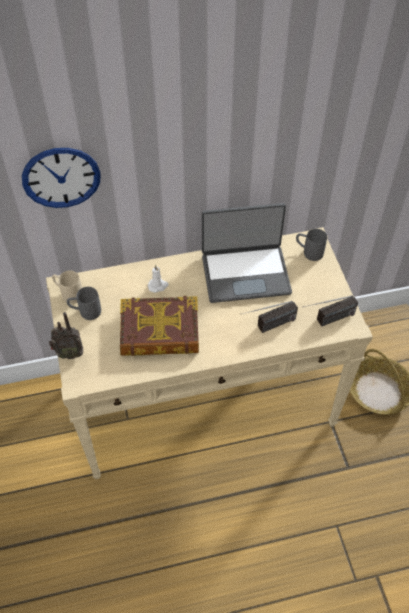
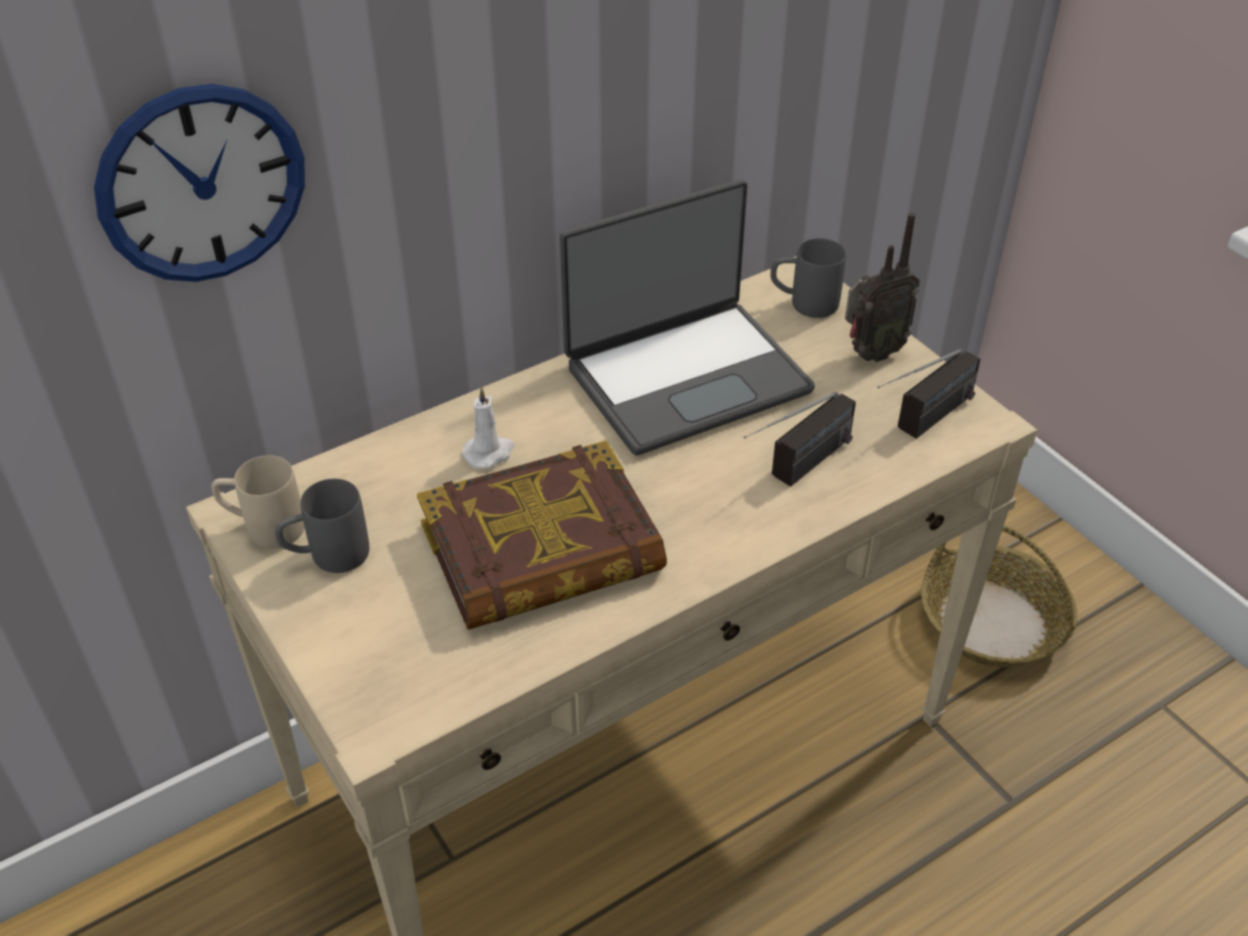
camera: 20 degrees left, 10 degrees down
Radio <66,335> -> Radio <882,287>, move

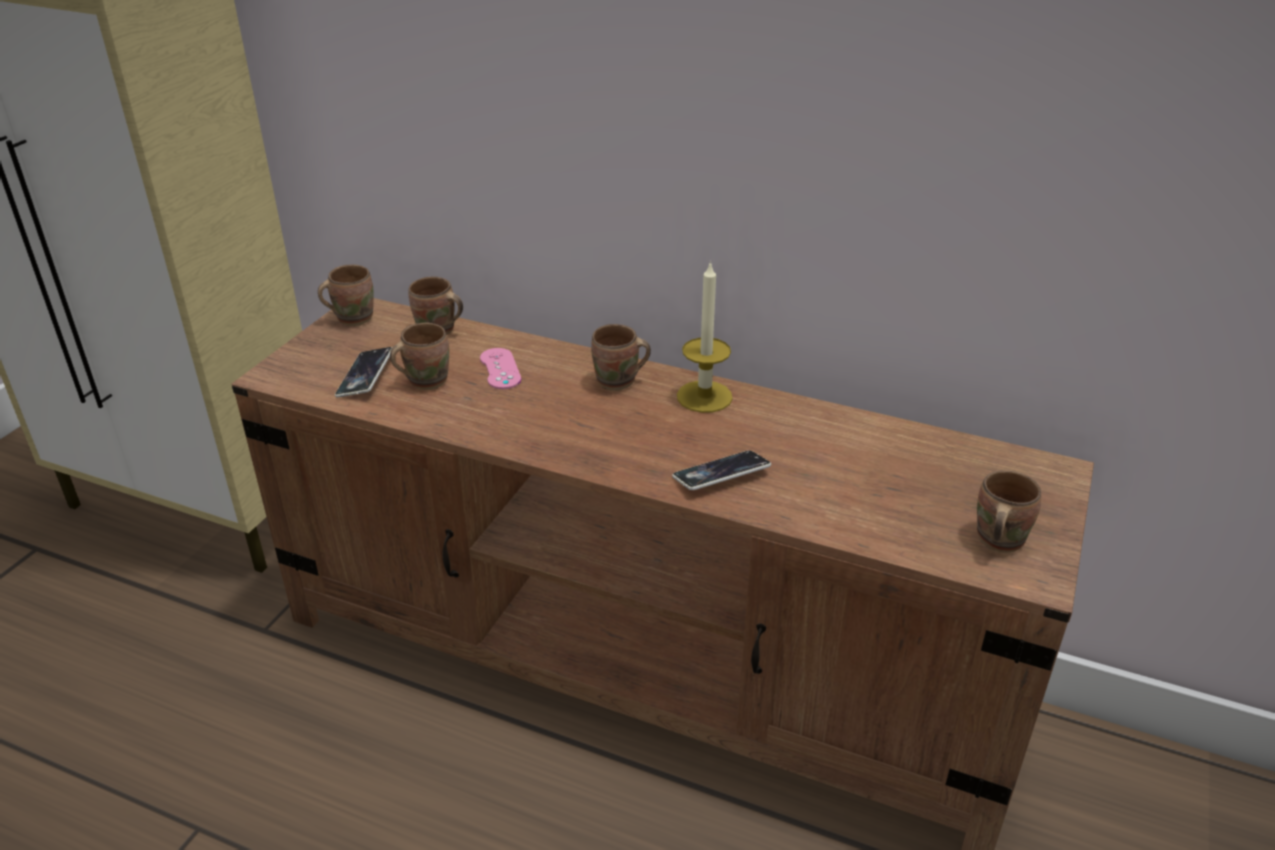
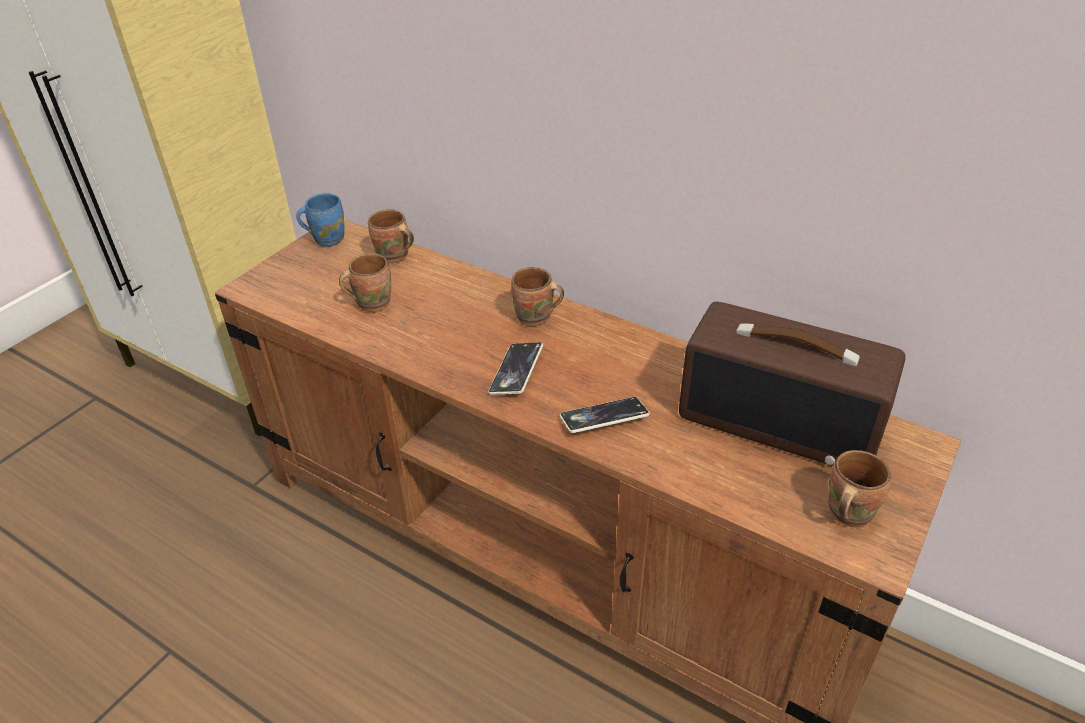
camera: 10 degrees right, 5 degrees up
PinkGameController <500,368> -> none
Candle <705,337> -> none
none -> Radio <792,383>
Phone <364,372> -> Phone <515,368>, move
BrownMug <345,295> -> BlueMug <320,220>

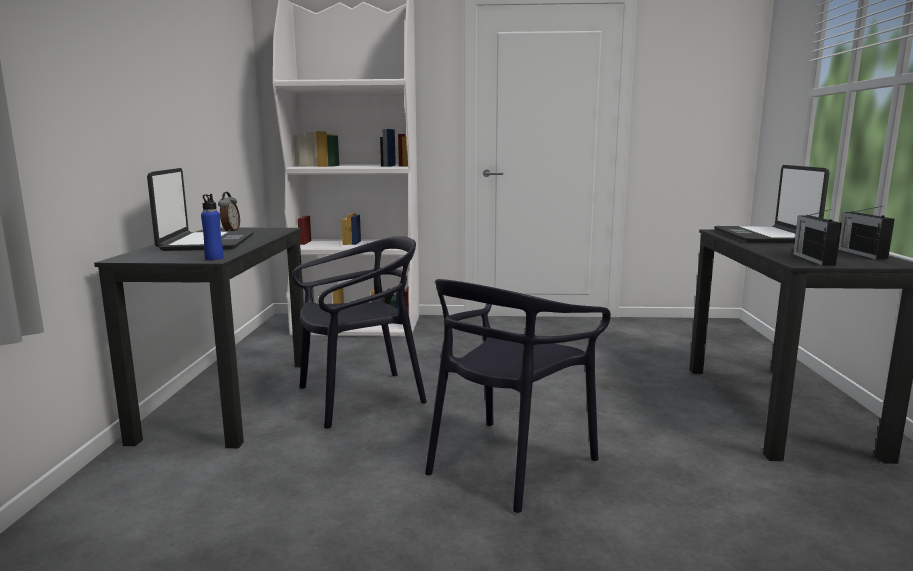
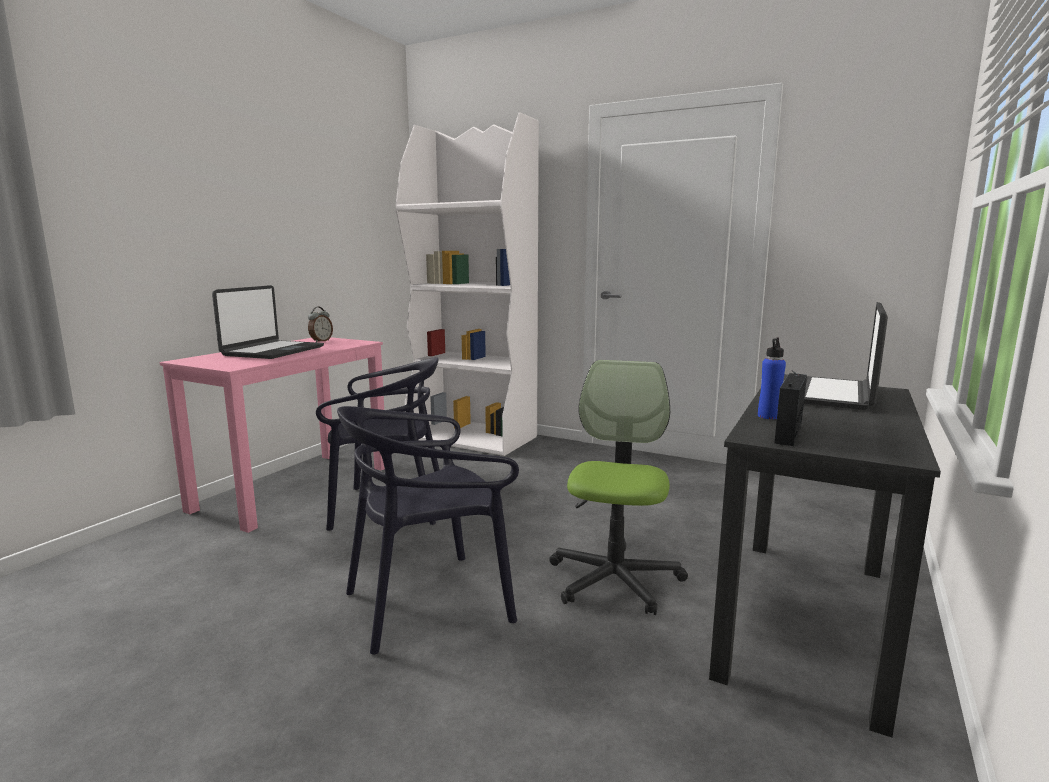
camera: 25 degrees right, 0 degrees up
Radio <866,233> -> none
none -> OfficeChair <618,487>
BlueBottle <212,227> -> BlueBottle <772,378>, move
BlackDesk <199,337> -> PinkDesk <272,435>

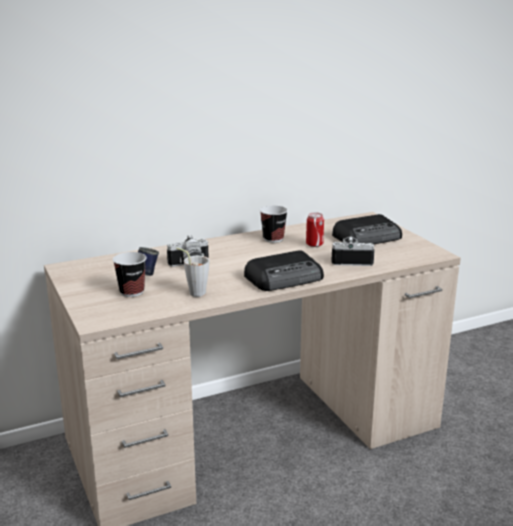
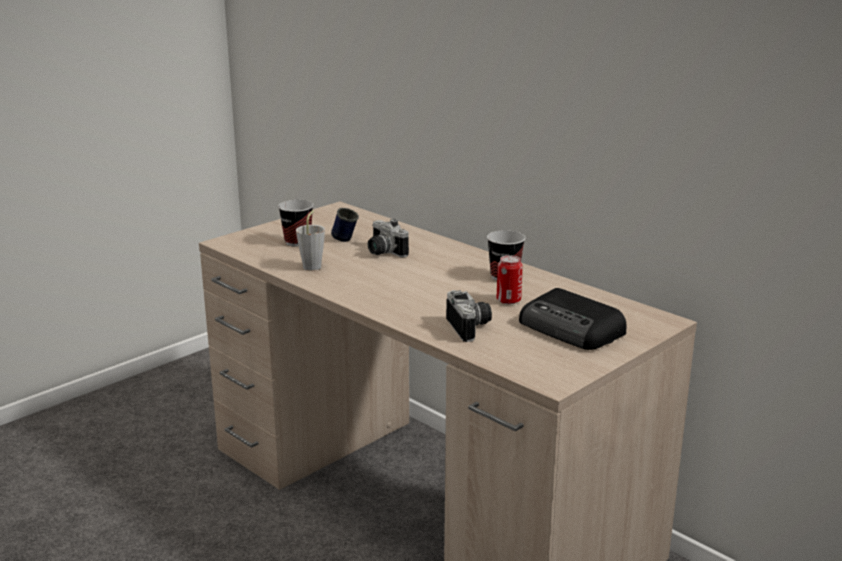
camera: 70 degrees right, 0 degrees up
Radio <284,270> -> none

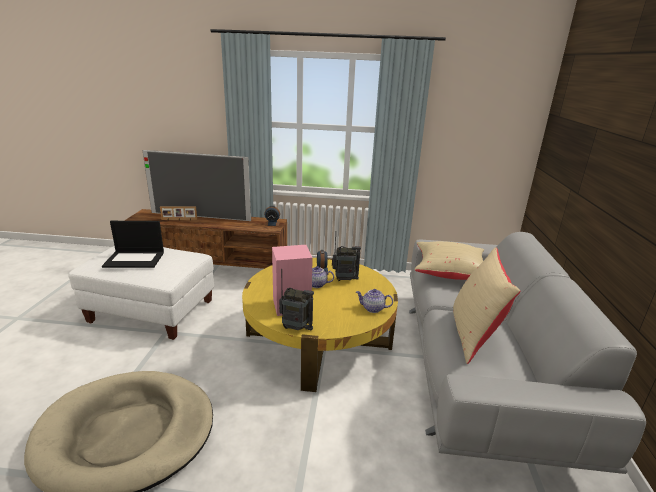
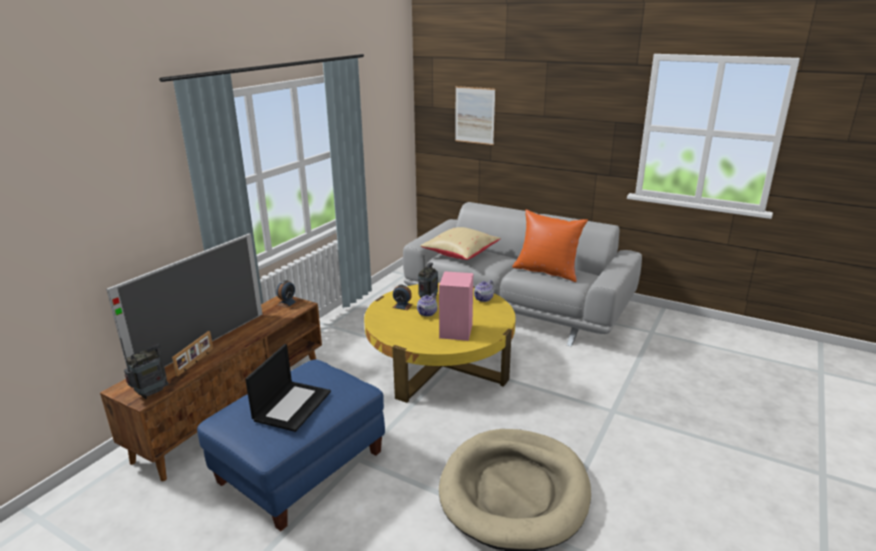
camera: 65 degrees left, 0 degrees up
none -> Picture <475,115>
Radio <296,299> -> Radio <144,368>, move
WhiteOttoman <141,293> -> BlueOttoman <291,445>
BeigePillow <486,305> -> OrangePillow <550,246>

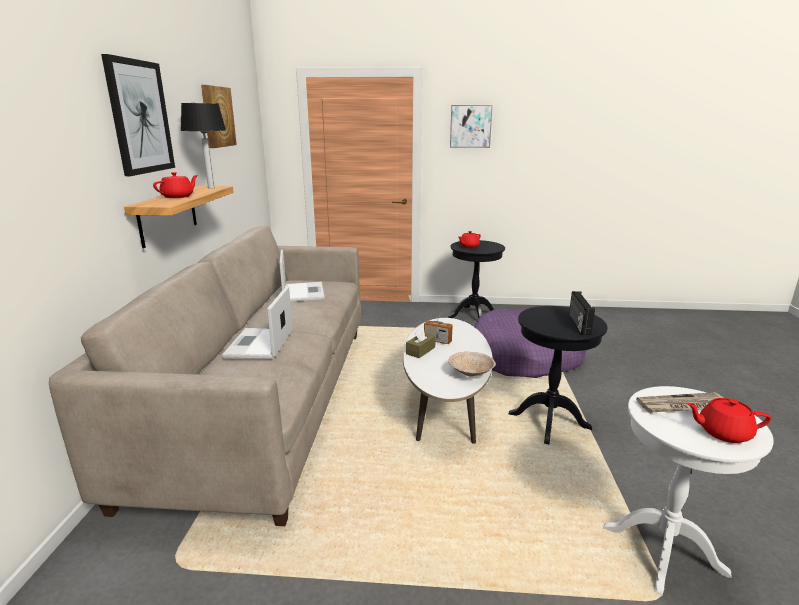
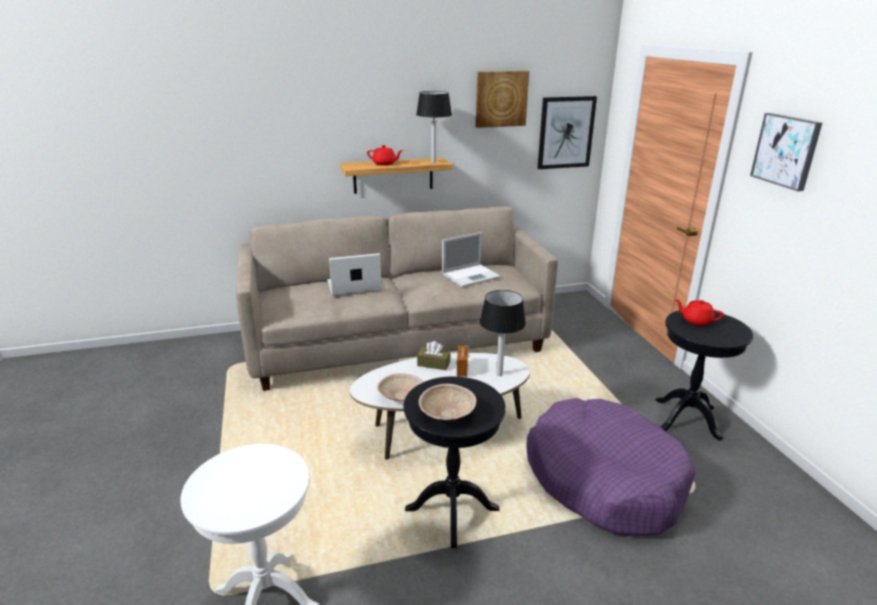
camera: 70 degrees right, 5 degrees up
Newspaper <680,402> -> none
RedTeapot <728,420> -> none
none -> TableLamp <502,333>
Picture <138,115> -> Picture <567,132>, move
Radio <582,313> -> BeigeBowl <448,402>

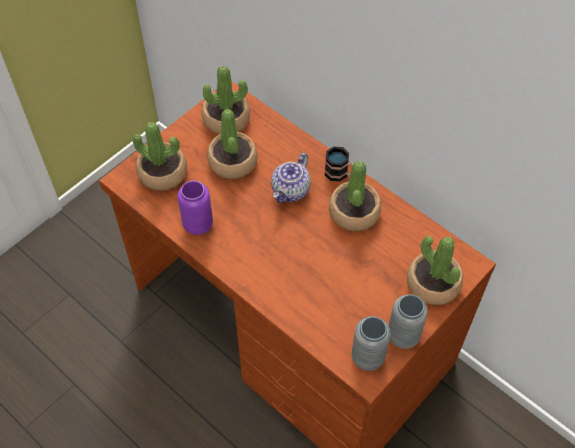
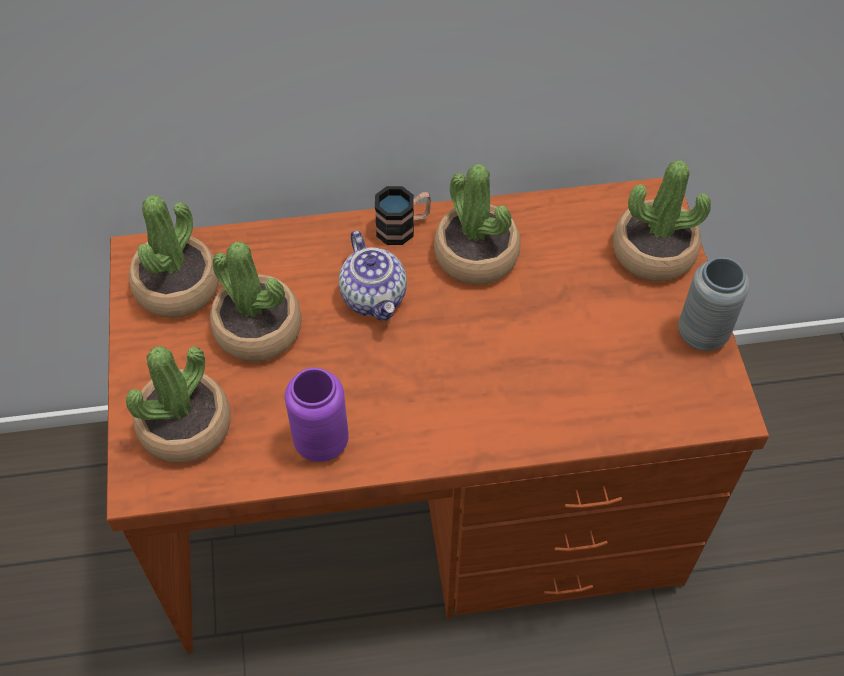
camera: 50 degrees left, 0 degrees up
GreyVase <371,343> -> none

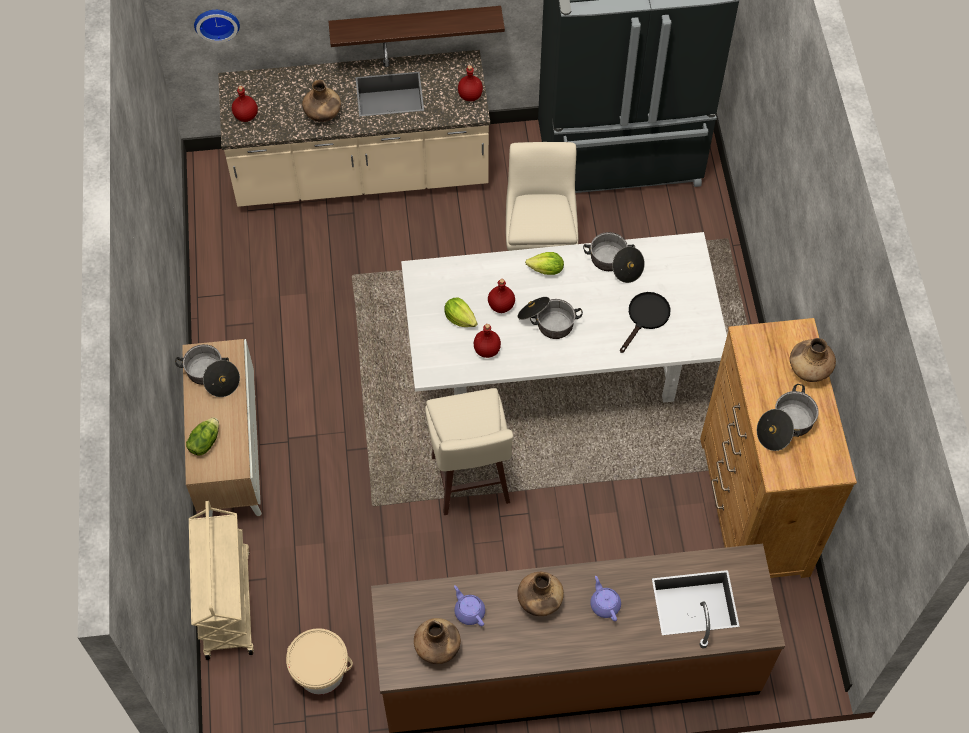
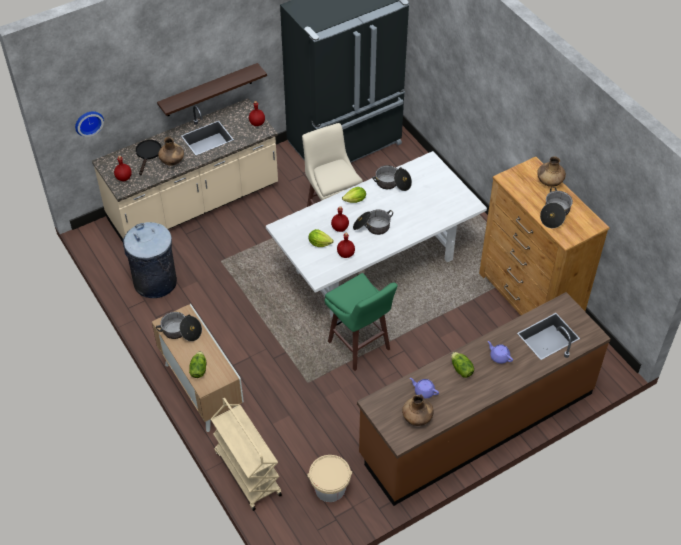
camera: 25 degrees left, 10 degrees down
none -> GreyTrashCan <150,260>
BlackFryingPan <645,322> -> BlackFryingPan <148,157>, move
BrownVase <540,594> -> Lettuce <462,365>
BeigeStool <469,451> -> GreenStool <360,322>

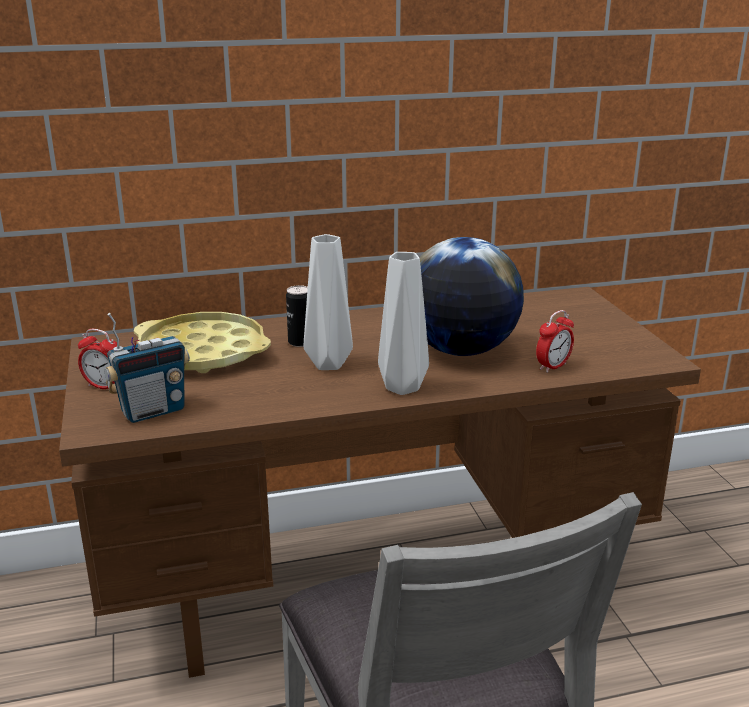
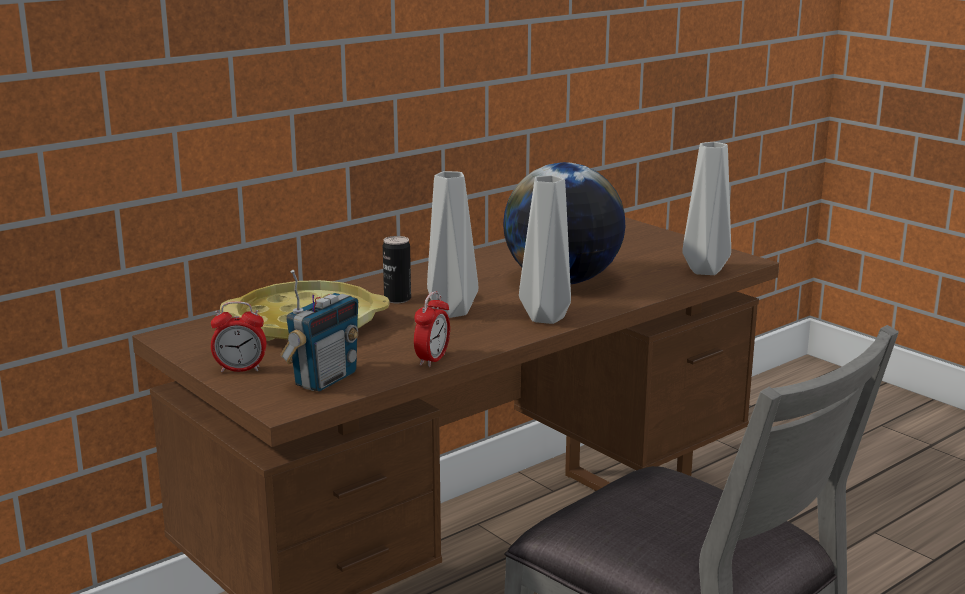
camera: 25 degrees left, 5 degrees down
none -> GreyVase <706,208>
AlarmClock <555,341> -> AlarmClock <432,329>, move

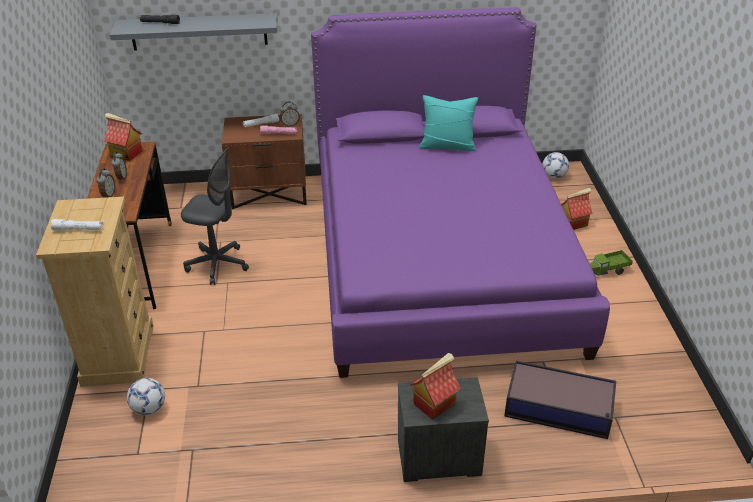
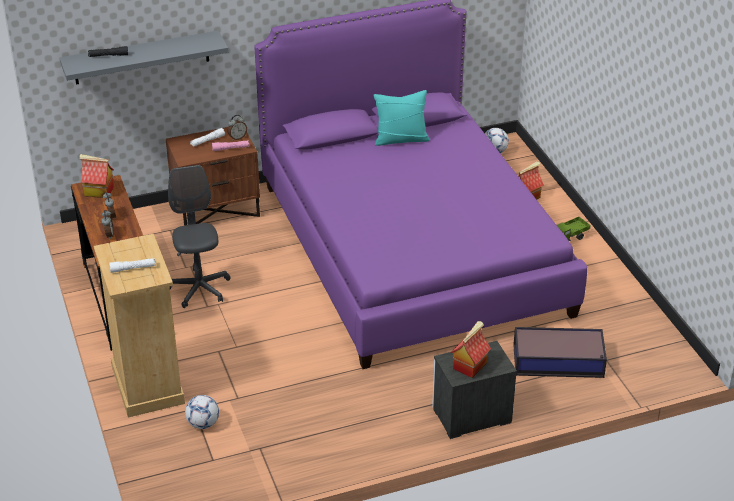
camera: 15 degrees left, 0 degrees up
GreyOfficeChair <215,216> -> GreyOfficeChair <199,236>, 105 degrees counterclockwise

